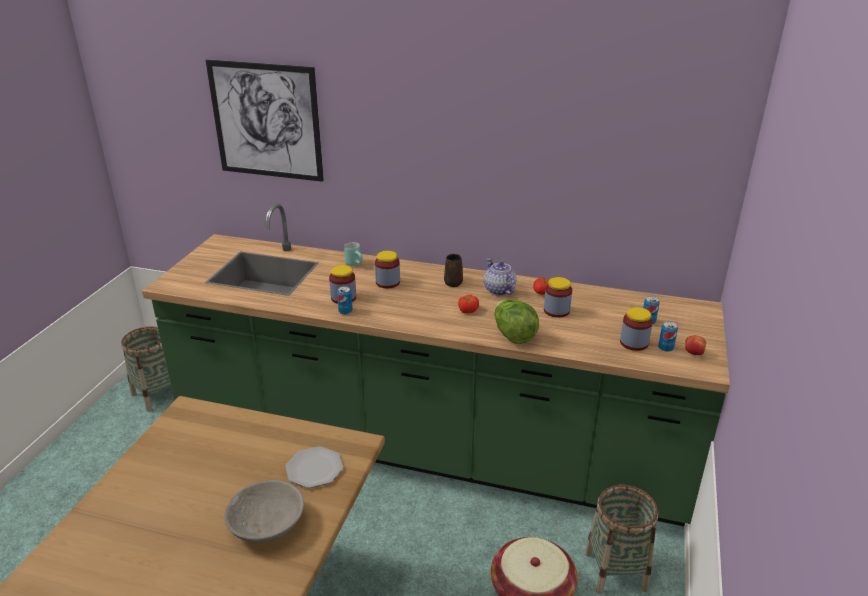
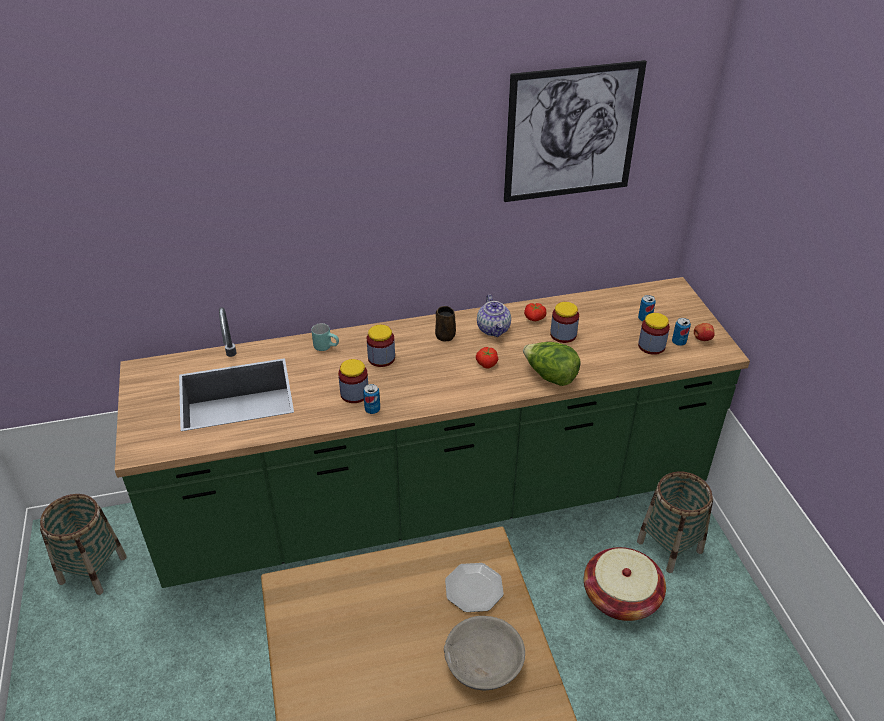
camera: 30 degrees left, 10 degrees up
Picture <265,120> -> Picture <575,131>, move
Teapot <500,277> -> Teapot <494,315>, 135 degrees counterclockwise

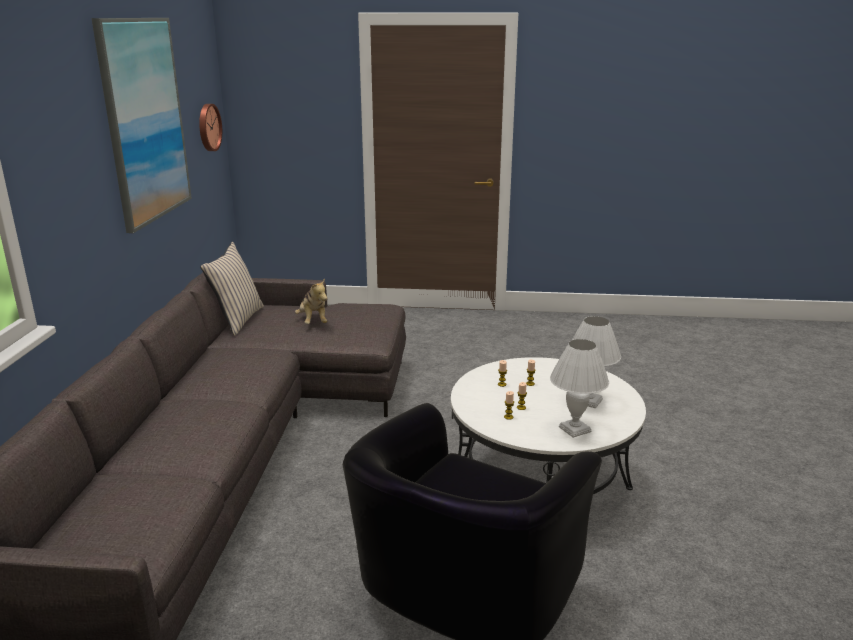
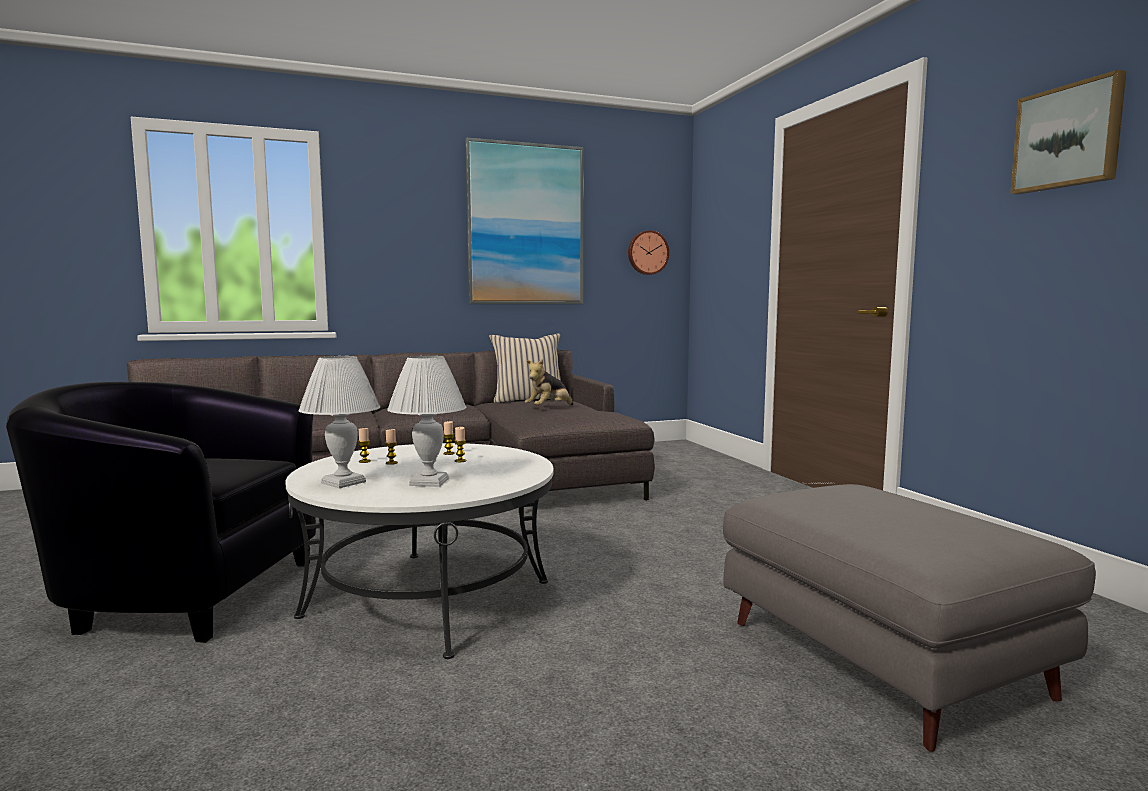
camera: 65 degrees right, 15 degrees down
none -> GreyOttoman <909,618>
none -> Picture <1068,132>

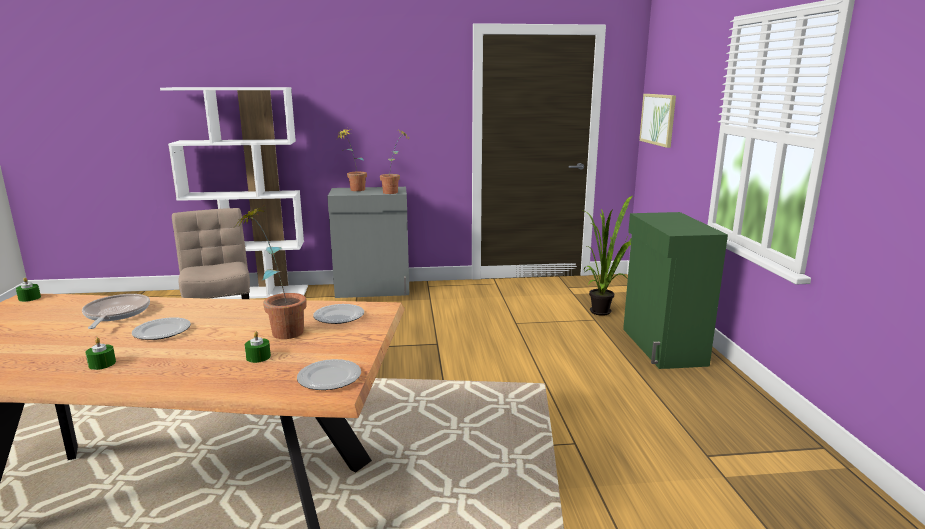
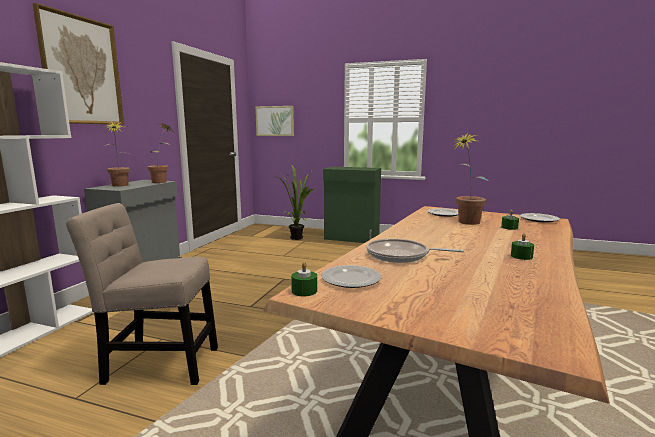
camera: 65 degrees left, 5 degrees down
none -> Picture <78,64>
Plate <161,328> -> Plate <351,276>, move

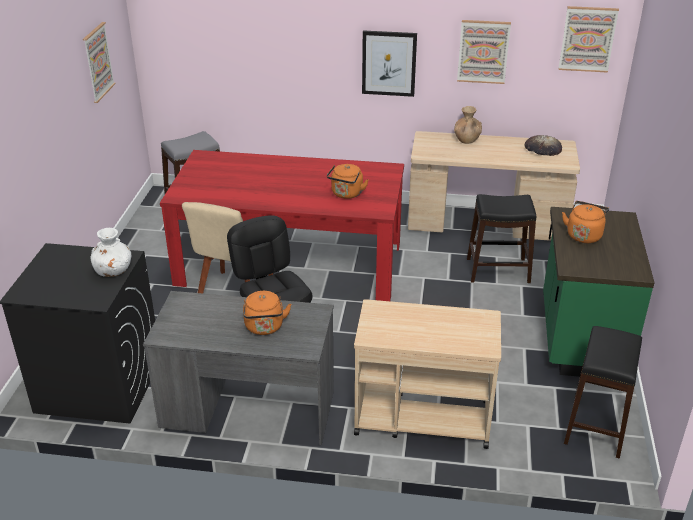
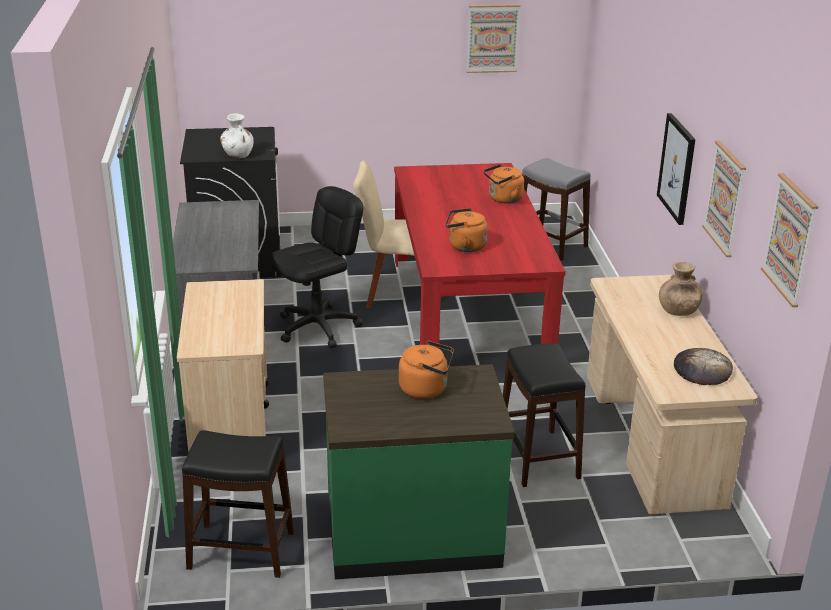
camera: 75 degrees right, 5 degrees down
OrangeKettle <267,313> -> OrangeKettle <504,184>, move

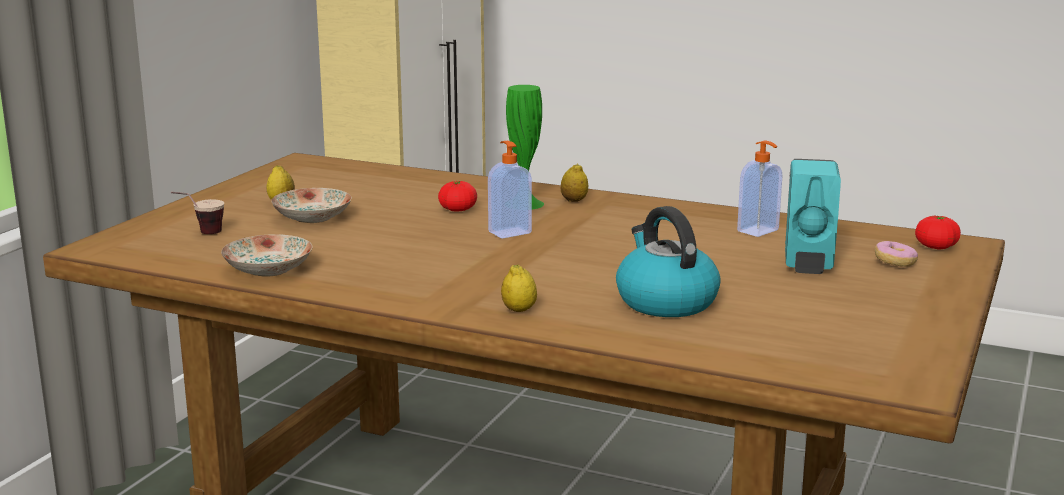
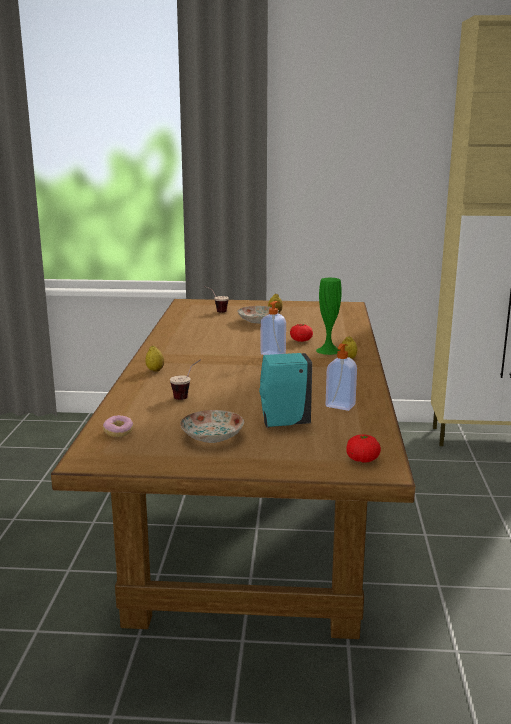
camera: 70 degrees right, 0 degrees up
Plate <266,256> -> Plate <212,426>, move
Donut <896,254> -> Donut <118,426>, move
Kettle <668,261> -> Cup <185,379>

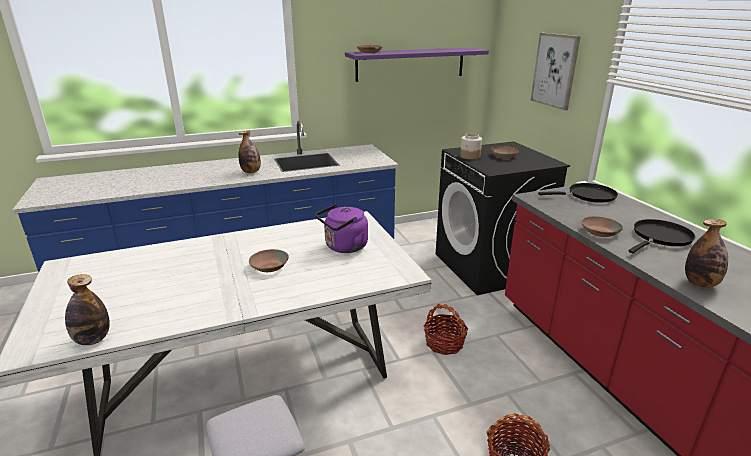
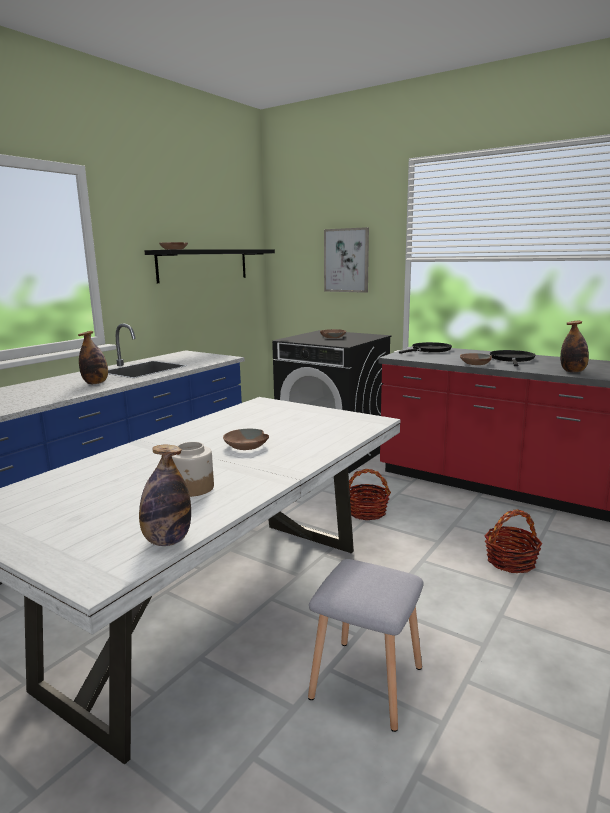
camera: 35 degrees left, 10 degrees down
PurpleKettle <342,228> -> none
Jar <471,146> -> Jar <193,469>, move
PurpleShelf <417,65> -> BlackShelf <209,266>

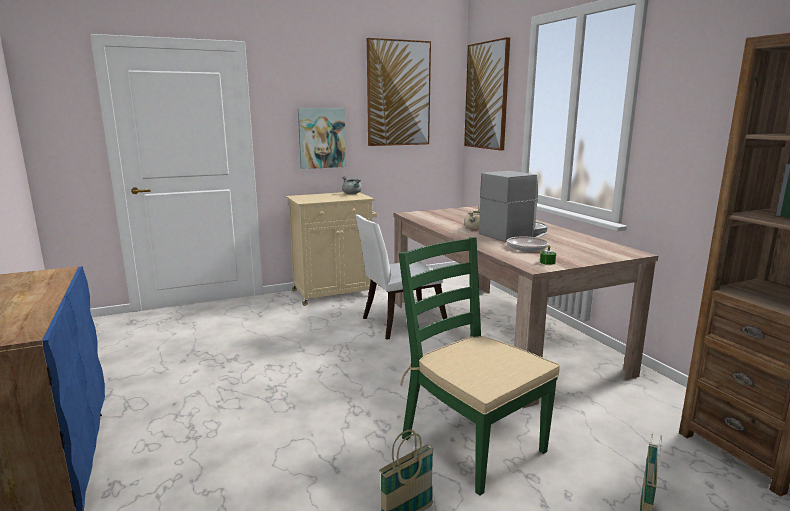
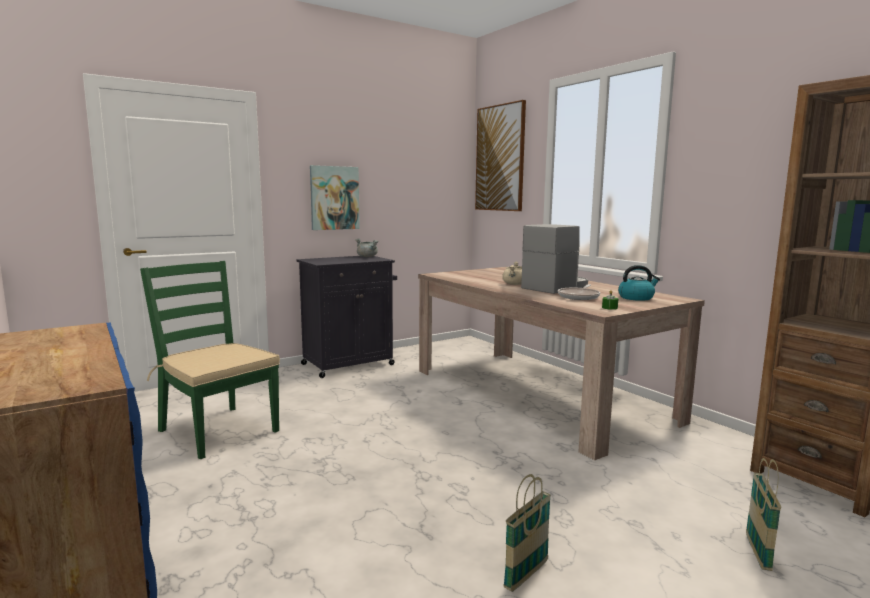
camera: 10 degrees left, 5 degrees down
WhiteChair <401,277> -> none
Picture <399,92> -> none
none -> Kettle <639,283>
GreenChair <479,366> -> GreenChair <210,360>, move
BeigeCabinet <331,249> -> BlackCabinet <346,317>

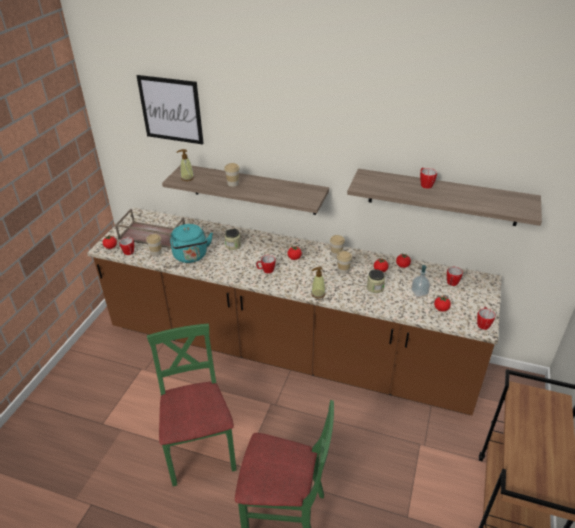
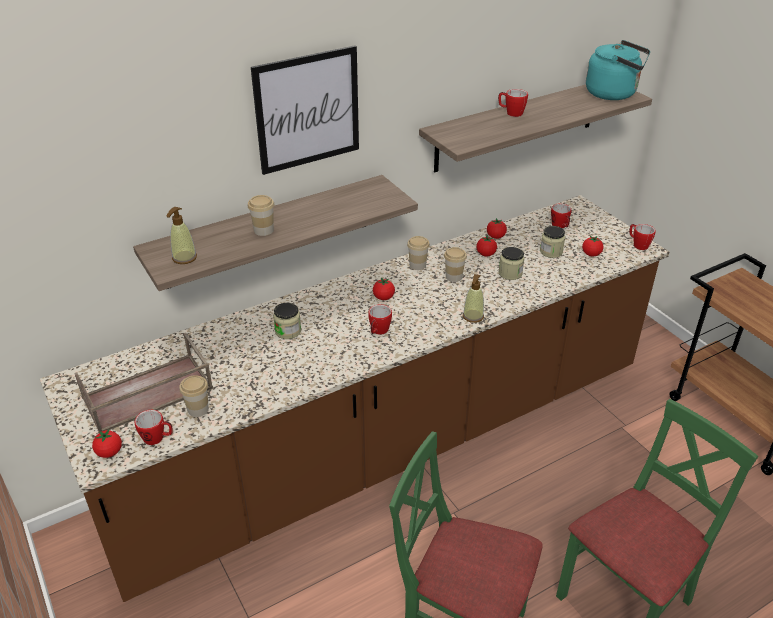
camera: 50 degrees left, 0 degrees up
Picture <170,109> -> Picture <305,110>, move
TurquoiseKettle <191,243> -> TurquoiseKettle <618,70>, move
SoapDispenser <420,280> -> Jar <552,242>

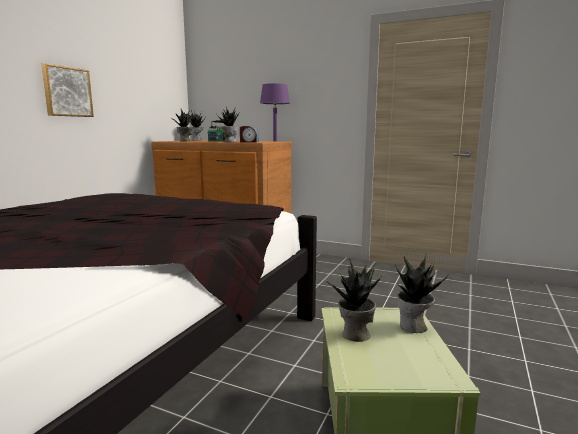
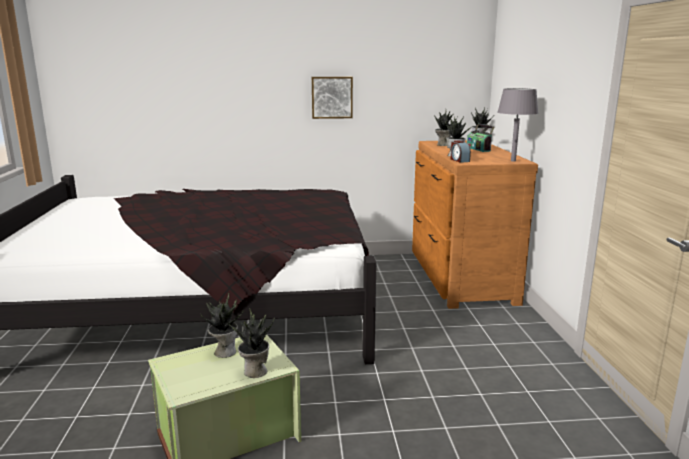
camera: 60 degrees right, 5 degrees up
PurpleTableLamp <275,112> -> GreyTableLamp <517,125>

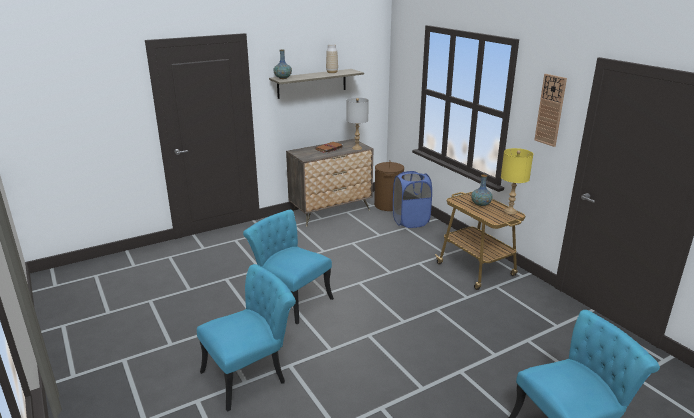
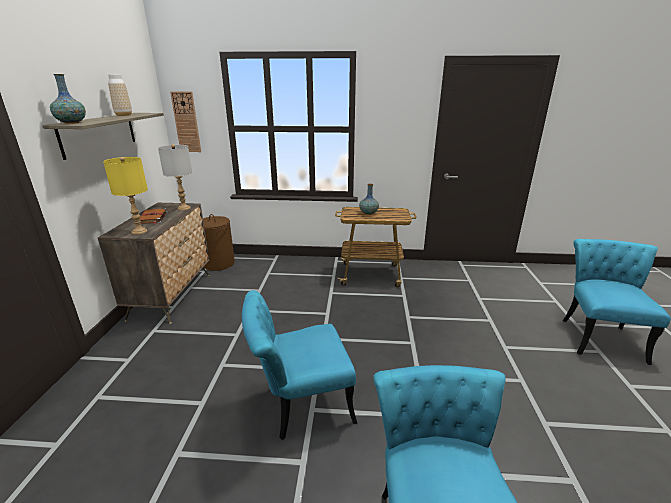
camera: 55 degrees left, 0 degrees up
BlueLaundryBasket <412,199> -> none
YellowTableLamp <517,181> -> YellowTableLamp <125,195>, move
WallClock <550,110> -> WallClock <185,122>, move

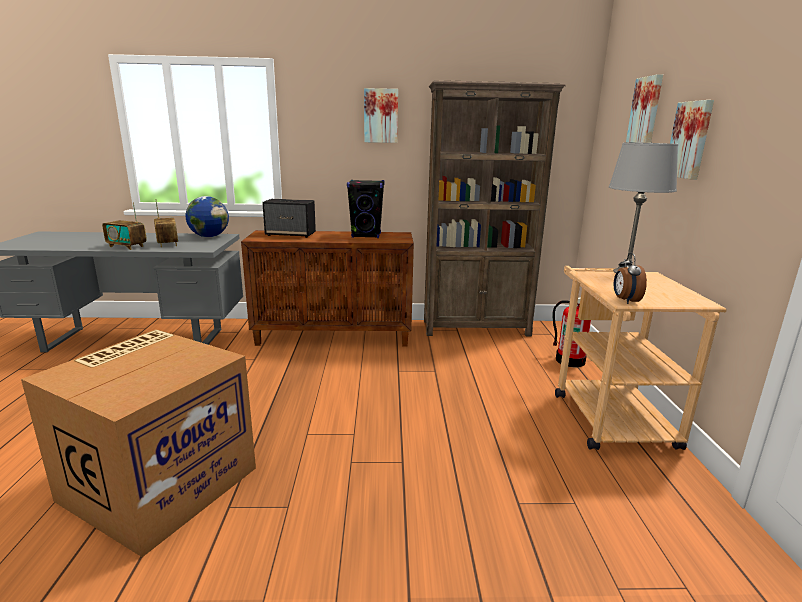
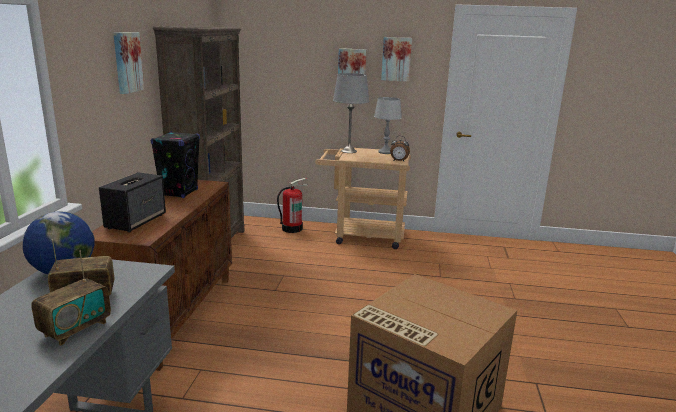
camera: 80 degrees left, 0 degrees up
none -> GreyTableLamp <388,125>
Picture <644,108> -> Picture <396,59>, move

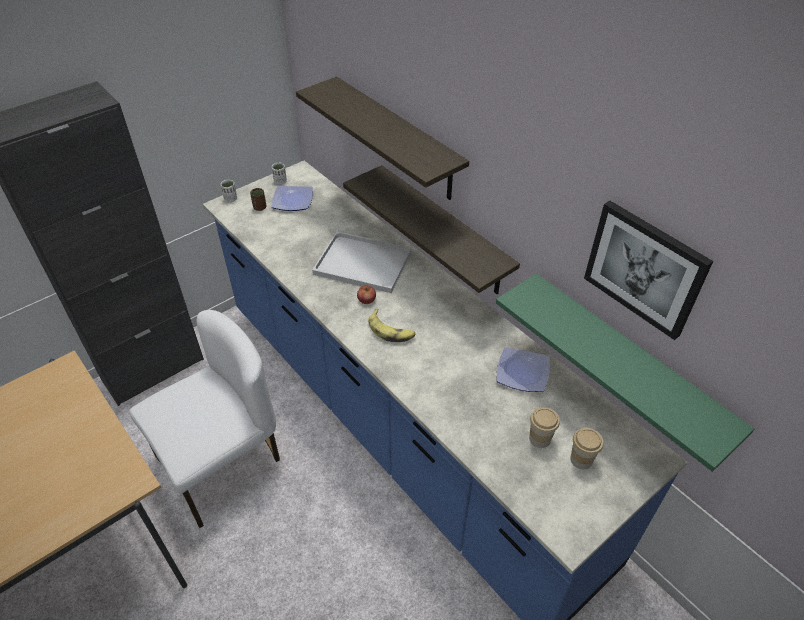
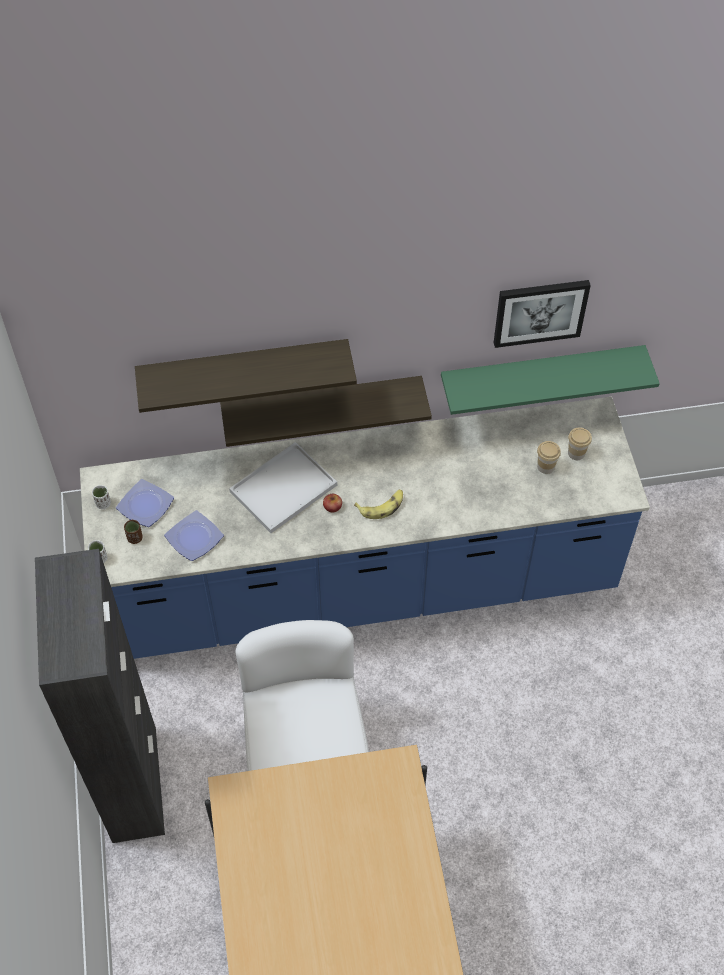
camera: 60 degrees left, 10 degrees up
Plate <523,369> -> Plate <194,535>, move

